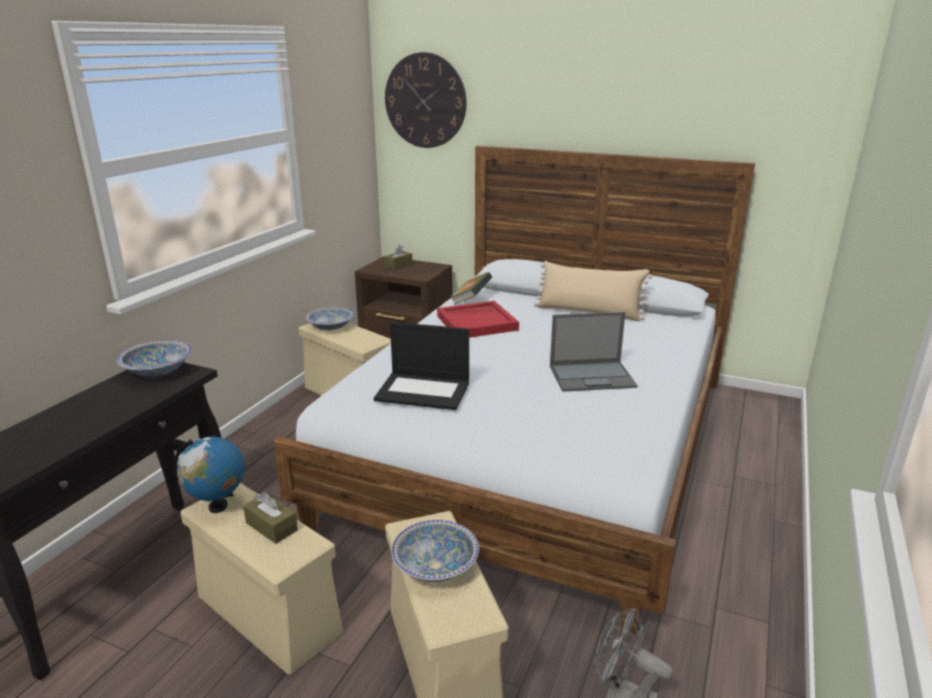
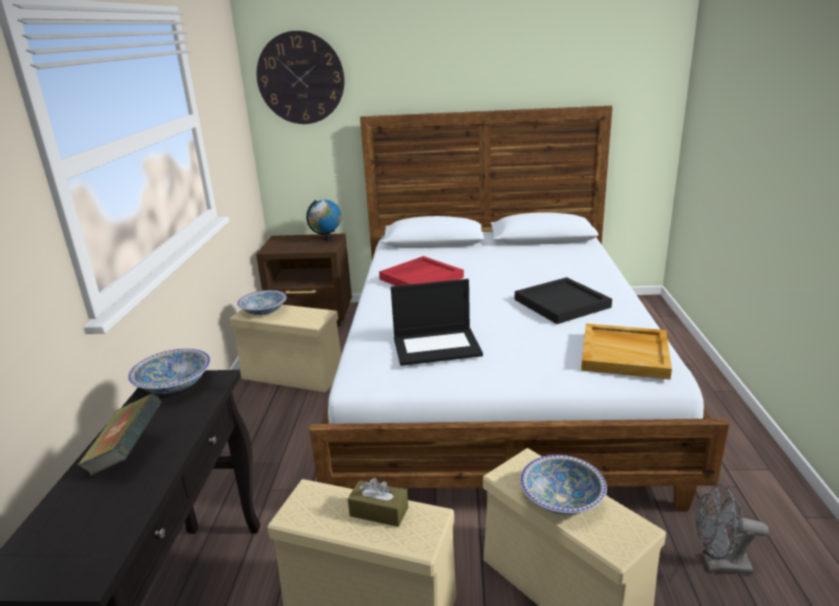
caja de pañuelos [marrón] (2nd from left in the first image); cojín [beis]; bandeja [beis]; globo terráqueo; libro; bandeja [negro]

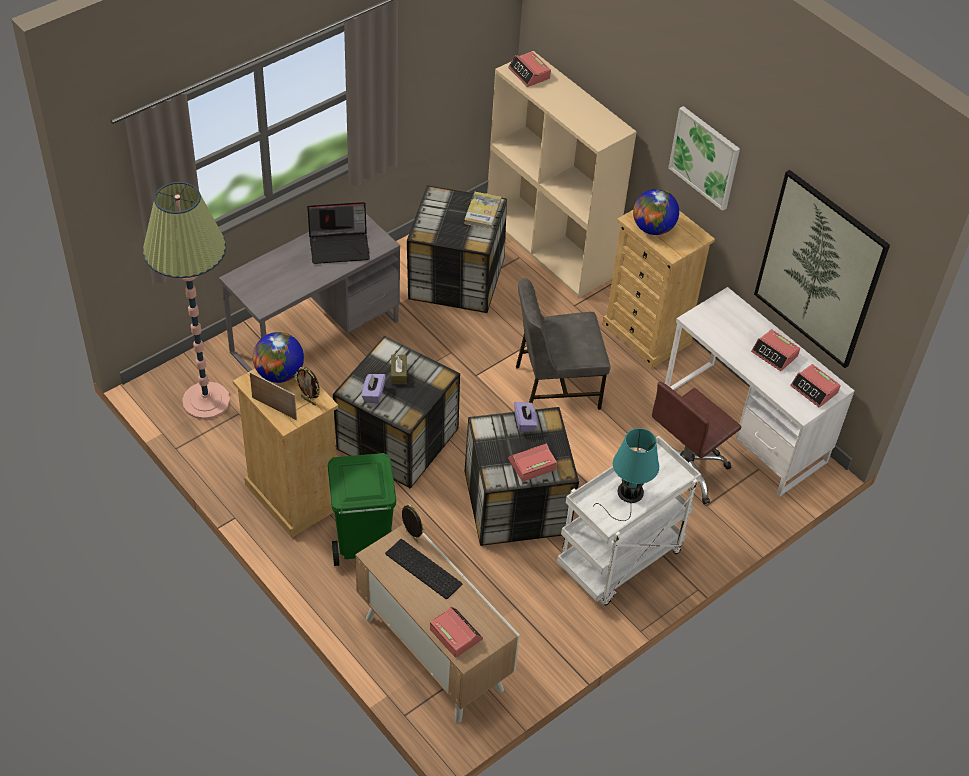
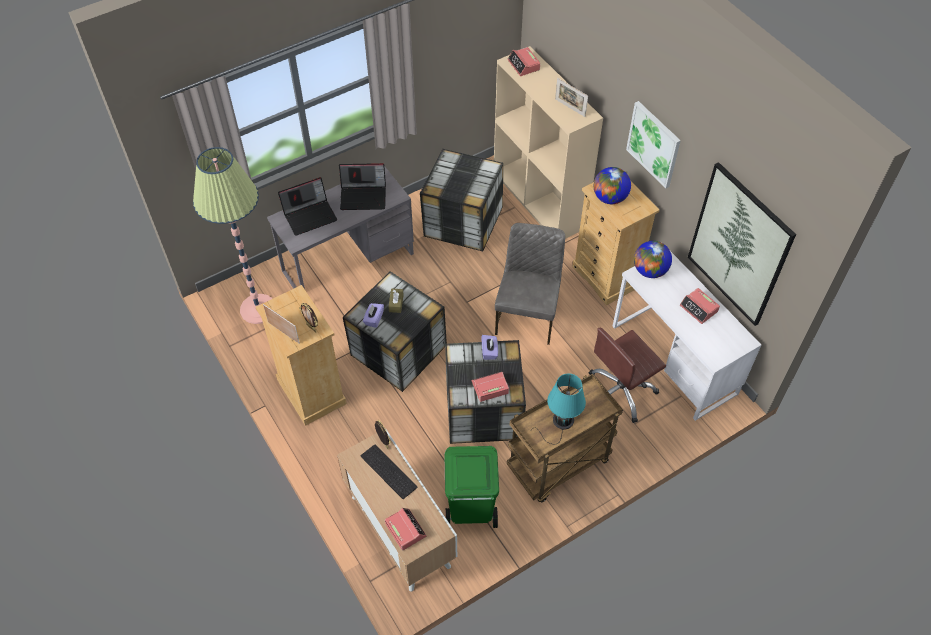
libro; despertador (5th from left in the first image); portátil (1st from left); portarretratos (4th from left); globo terráqueo (2nd from left); papelera [verde]; carrito [marrón]; silla [gris]

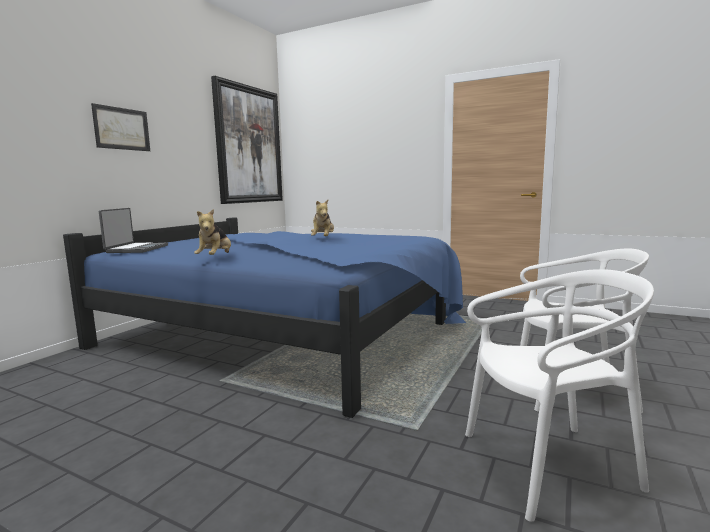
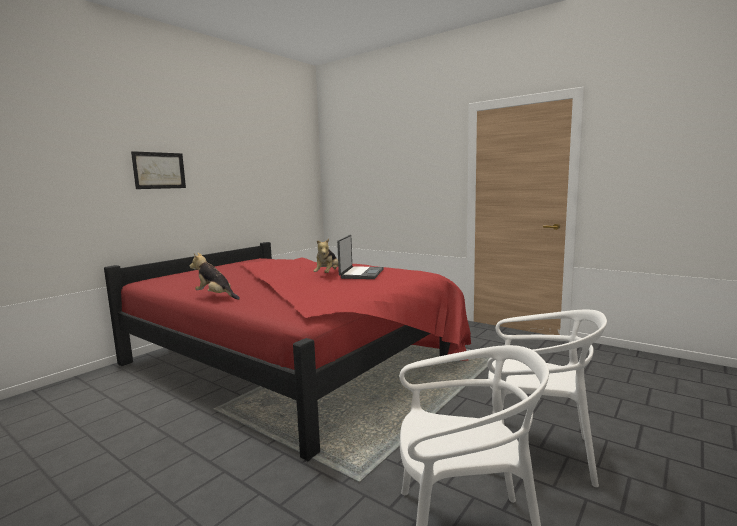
cuadro (2nd from left in the first image); portátil; cama [rojo]; peluche (1st from left)

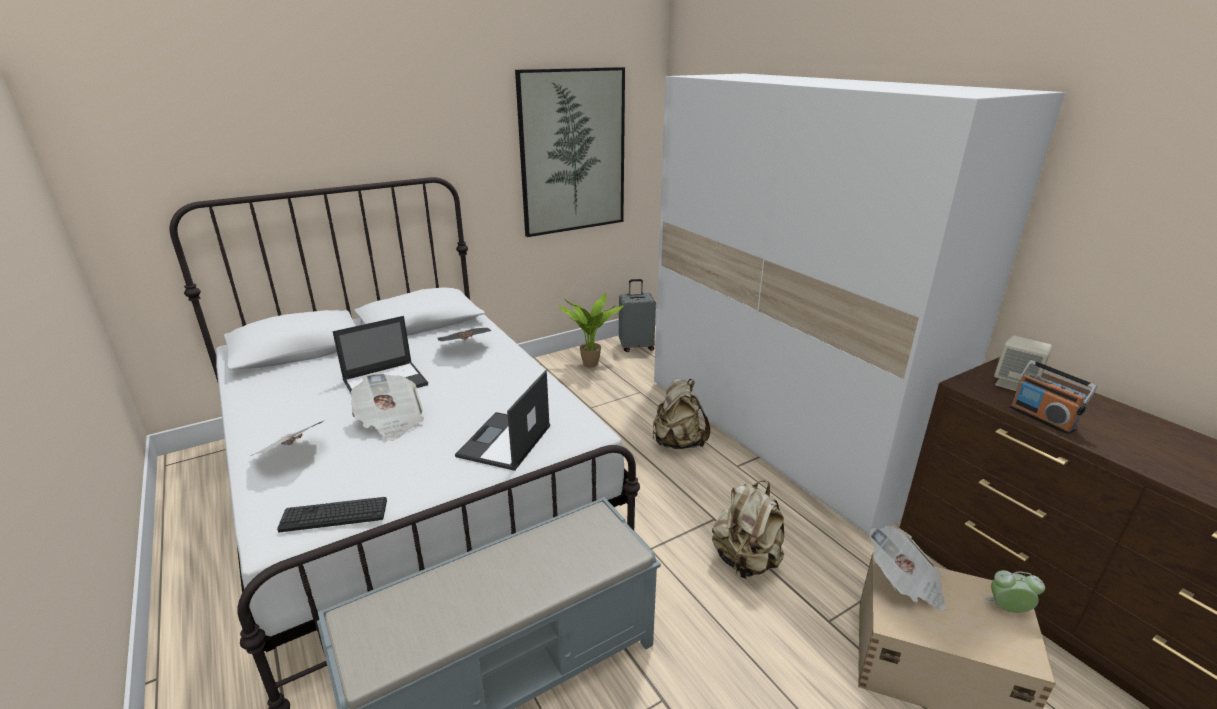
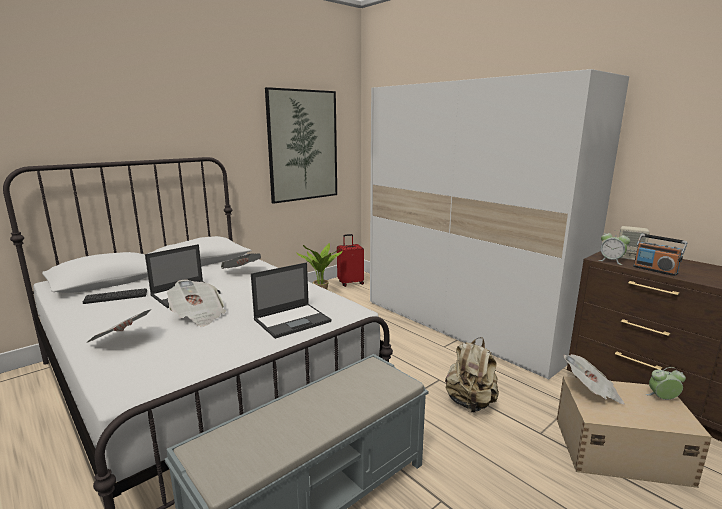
mochila [beis] (1st from left in the first image); despertador (1st from left); teclado; maleta [rojo]; portátil (2nd from left)

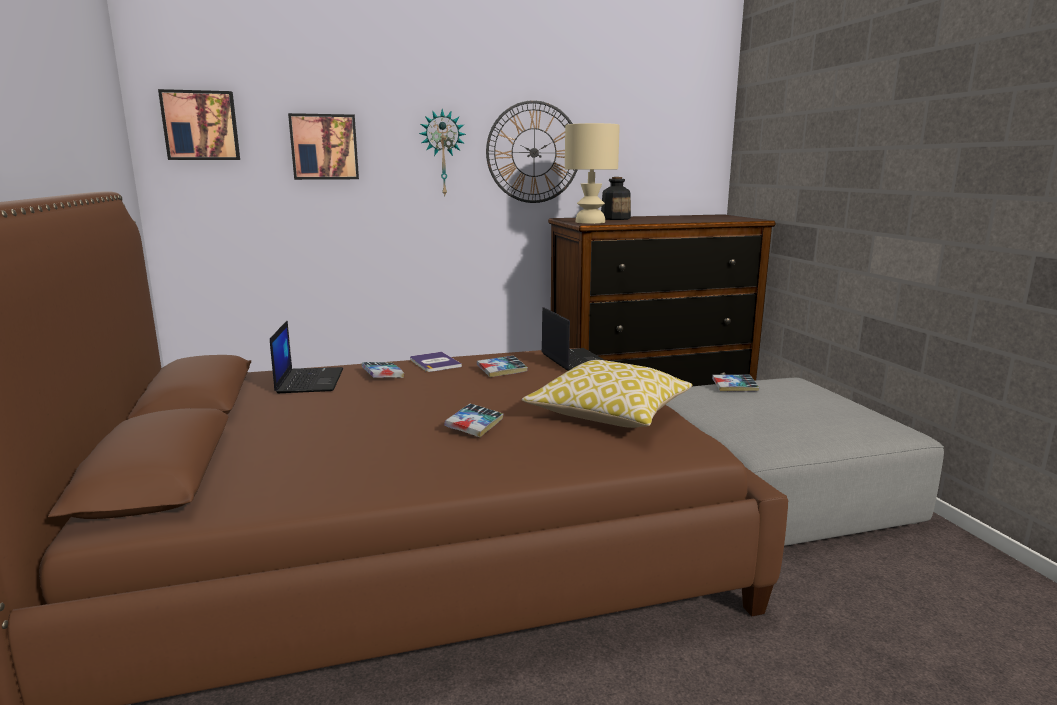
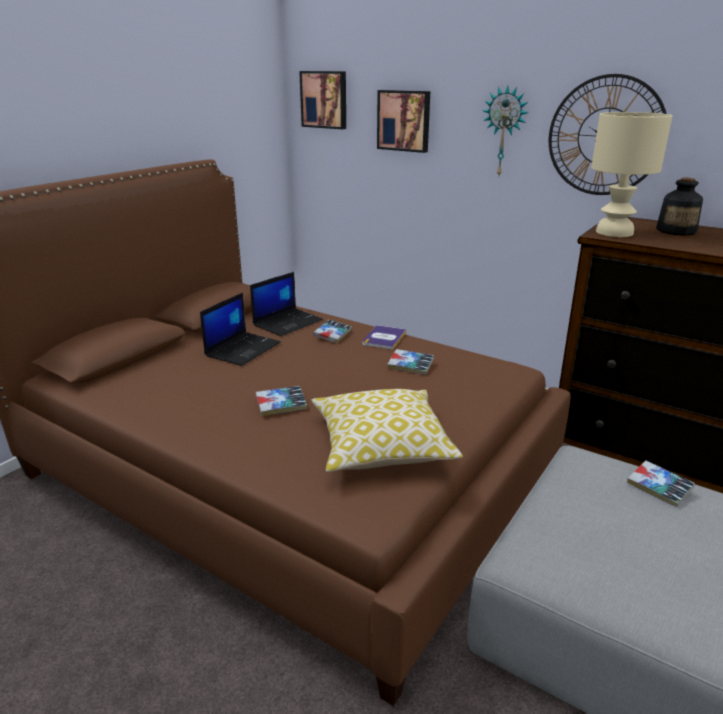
portátil (1st from left)

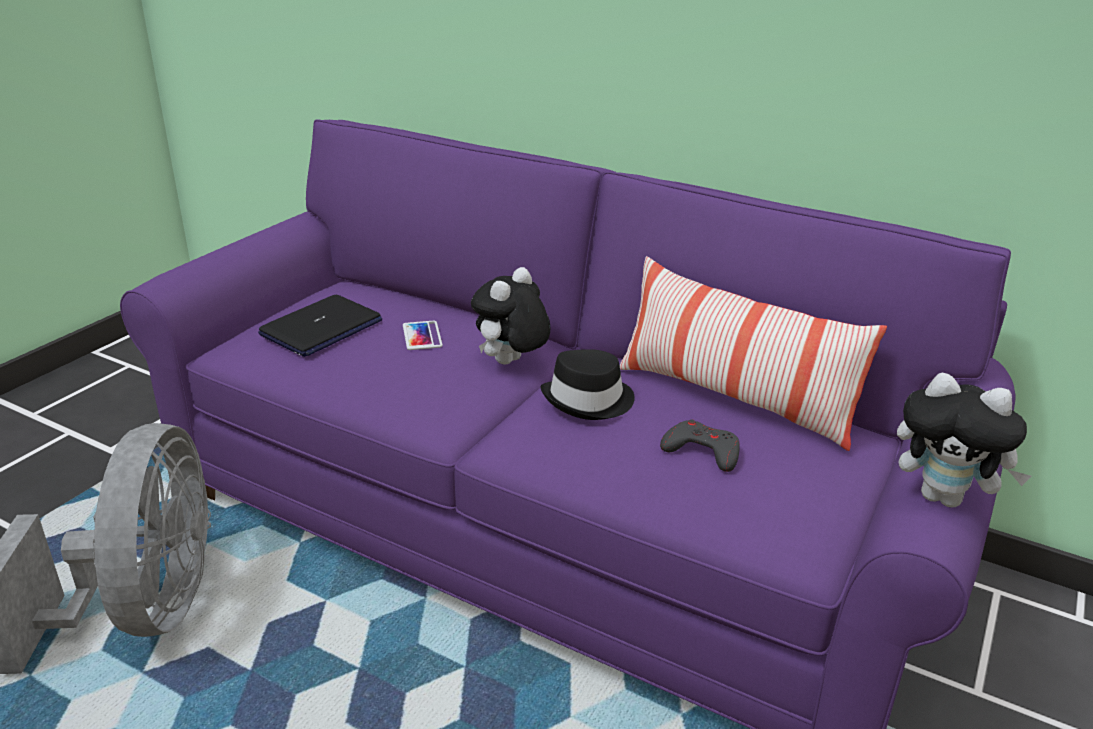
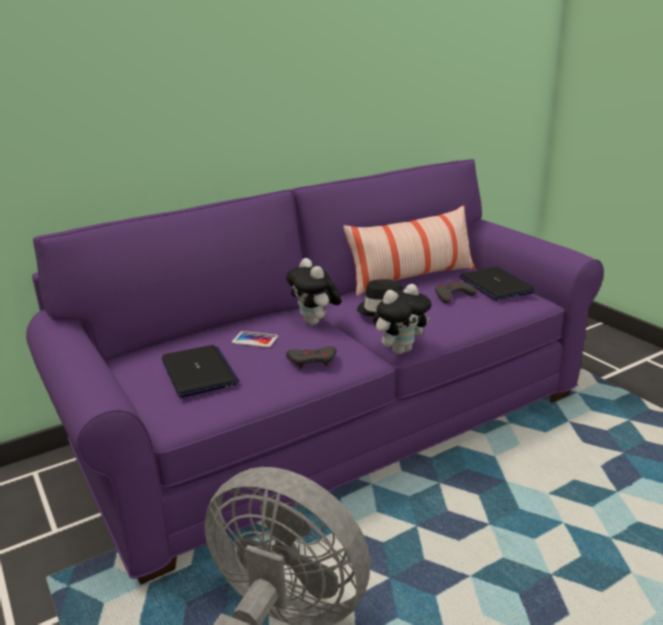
mando de consola [gris] (1st from left); portátil (2nd from left); peluche (2nd from left)

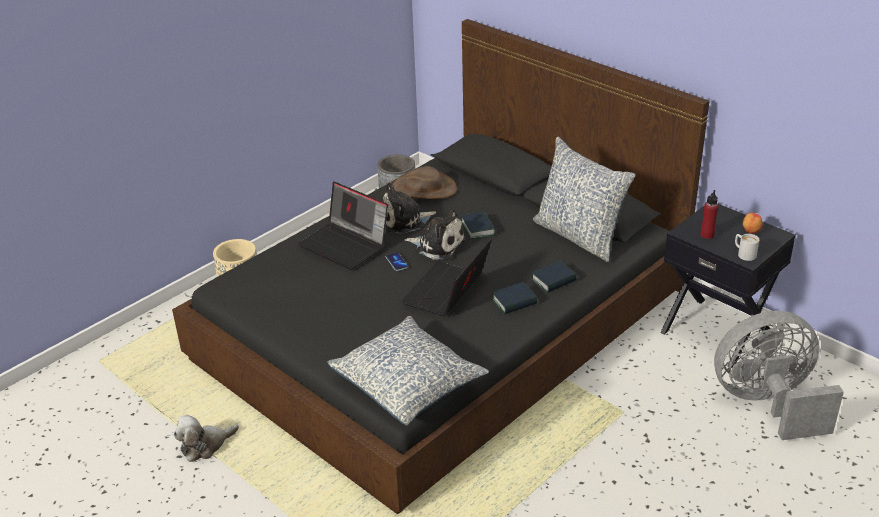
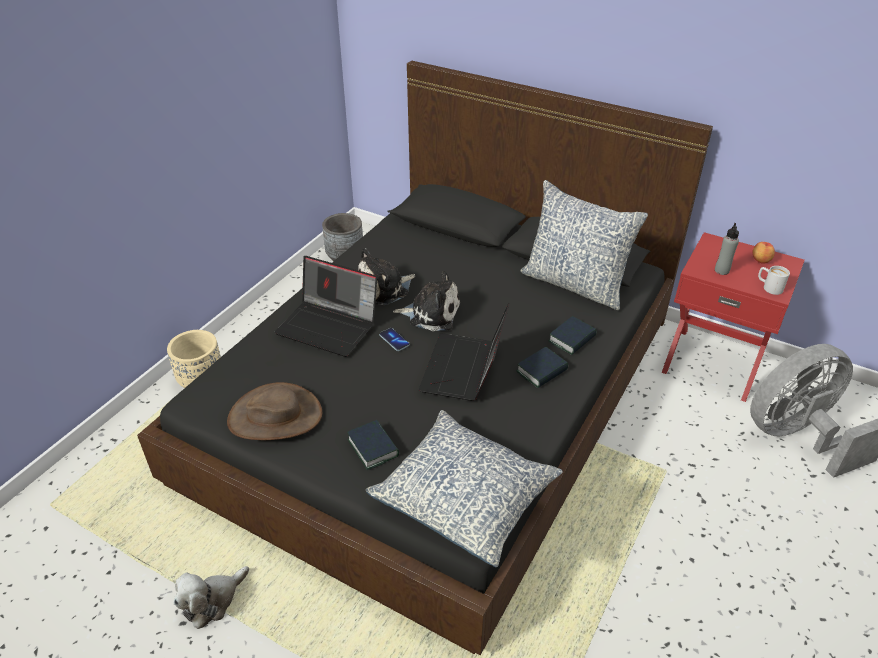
sombrero [marrón]; libro (1st from left); mesita de noche [rojo]; botella [gris]

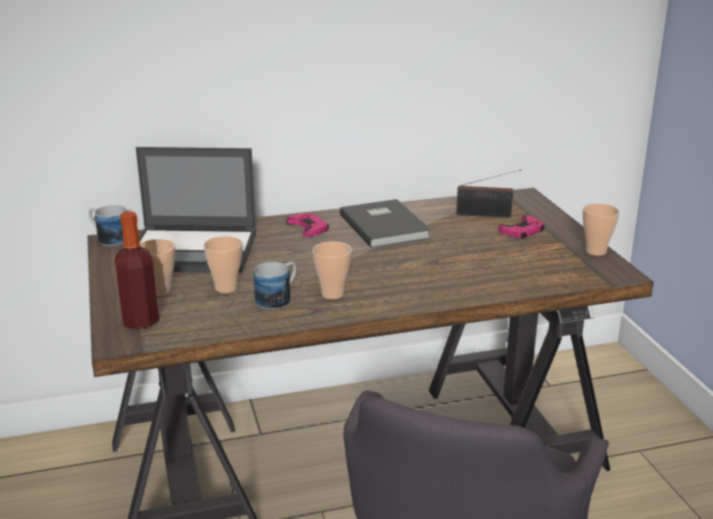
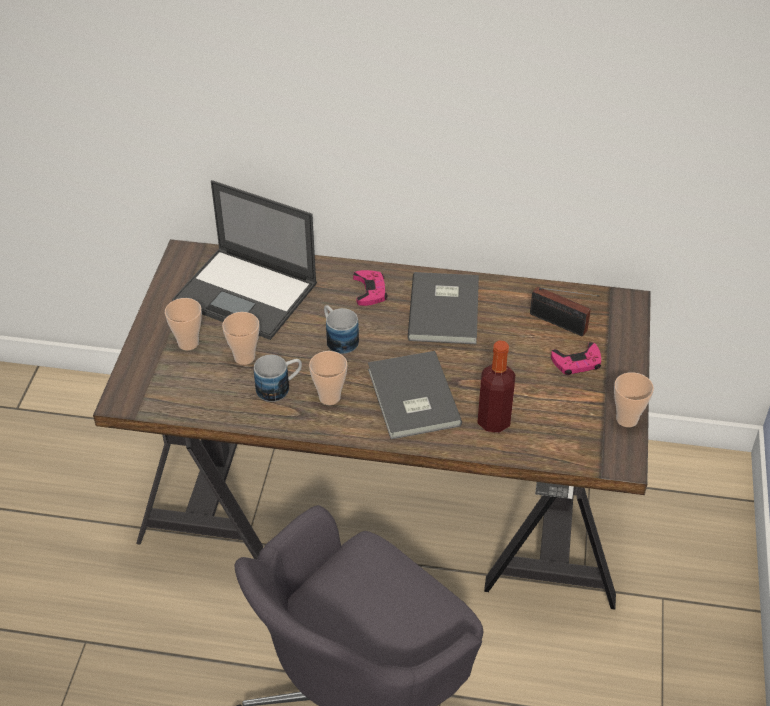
libro [gris] (1st from left); taza grande (2nd from left); botella

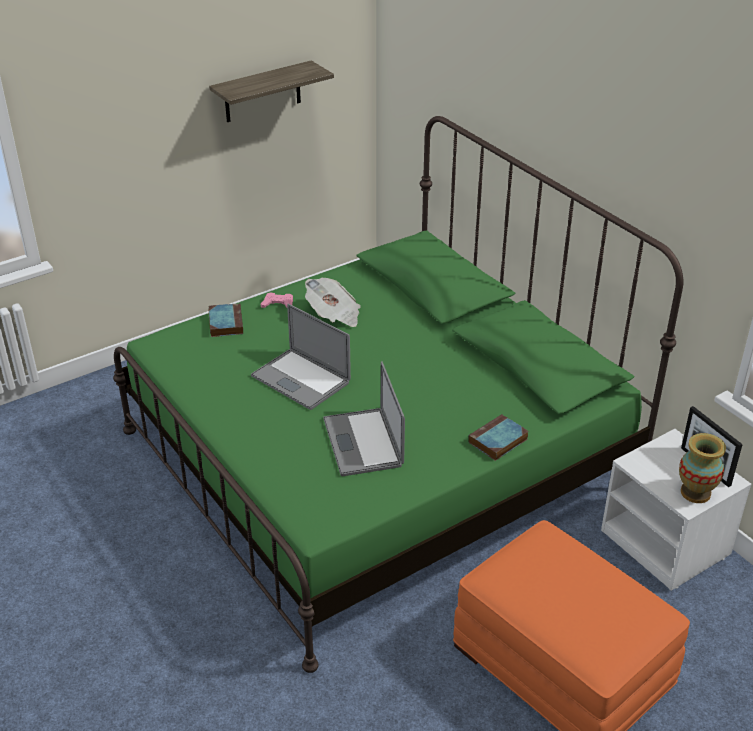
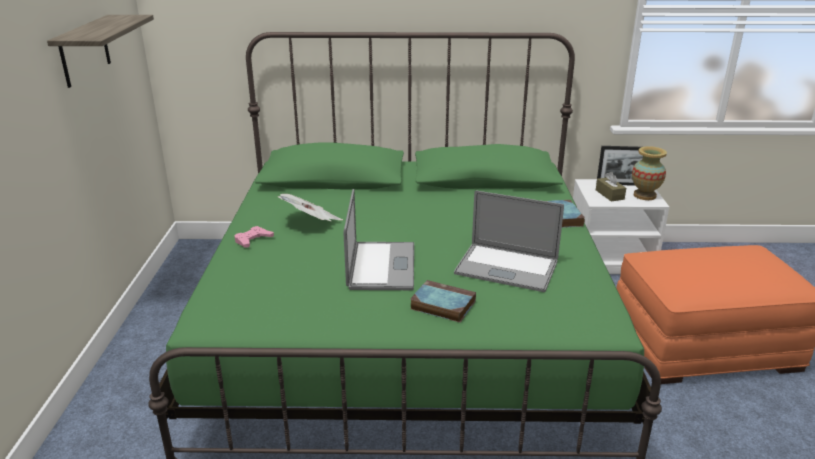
caja de pañuelos [marrón]; libro (1st from left); portátil (1st from left)

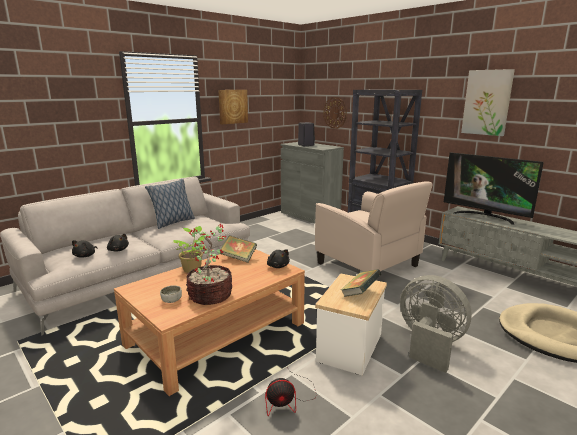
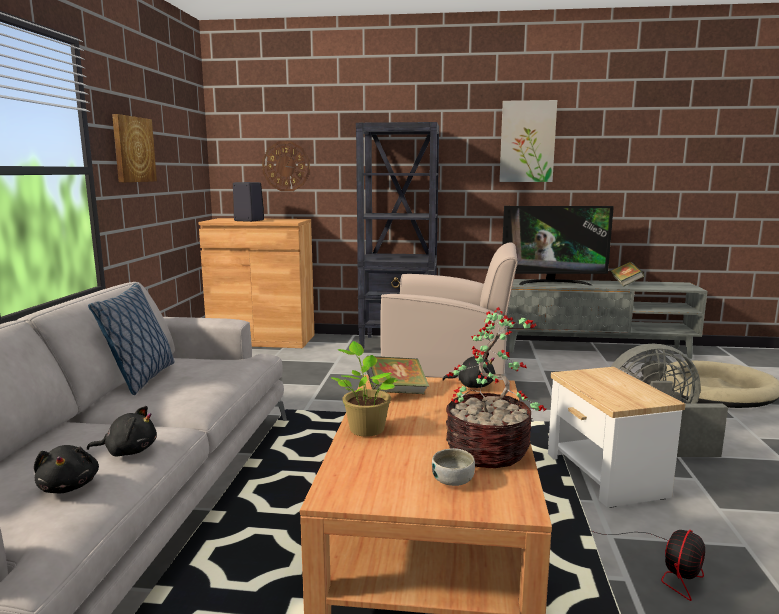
libro (2nd from left); armario [marrón]

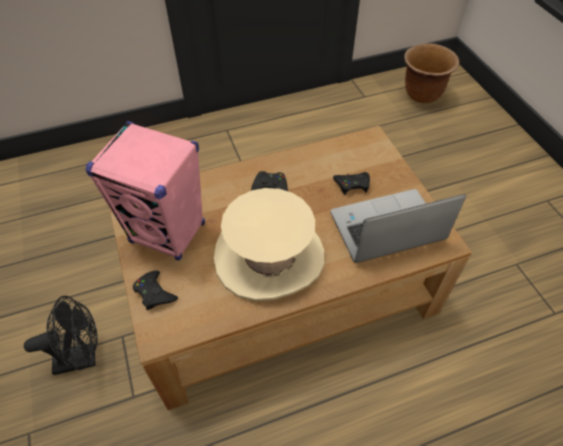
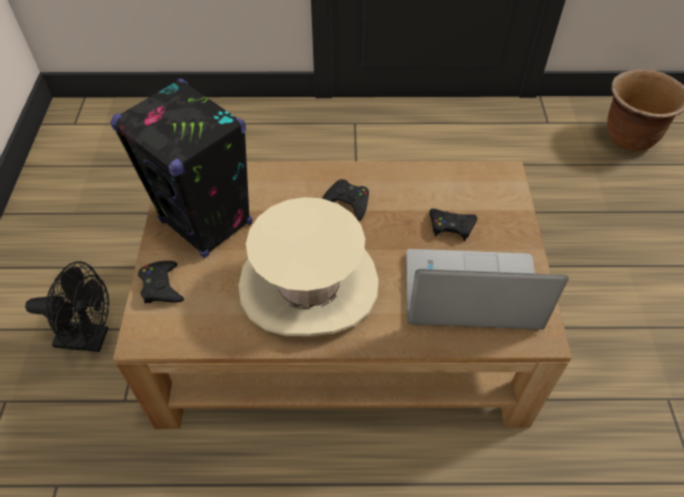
altavoz [negro]

